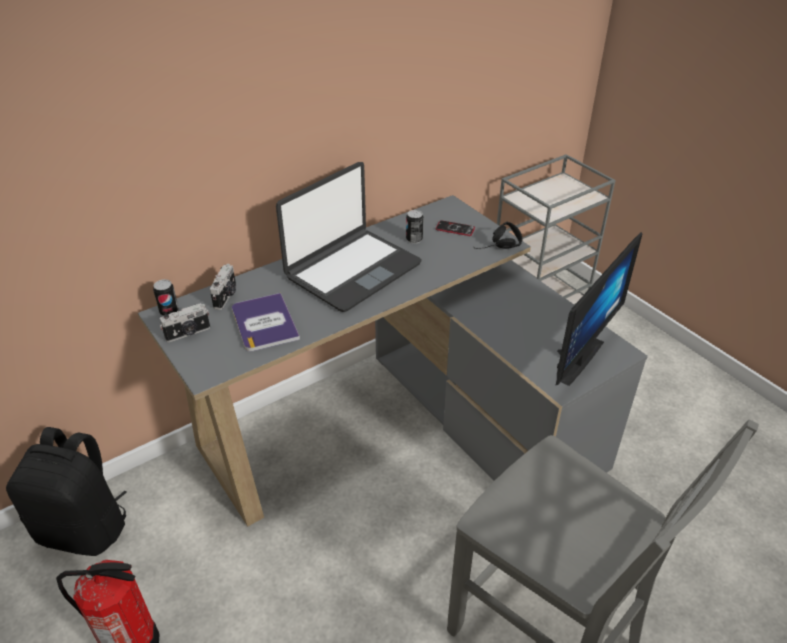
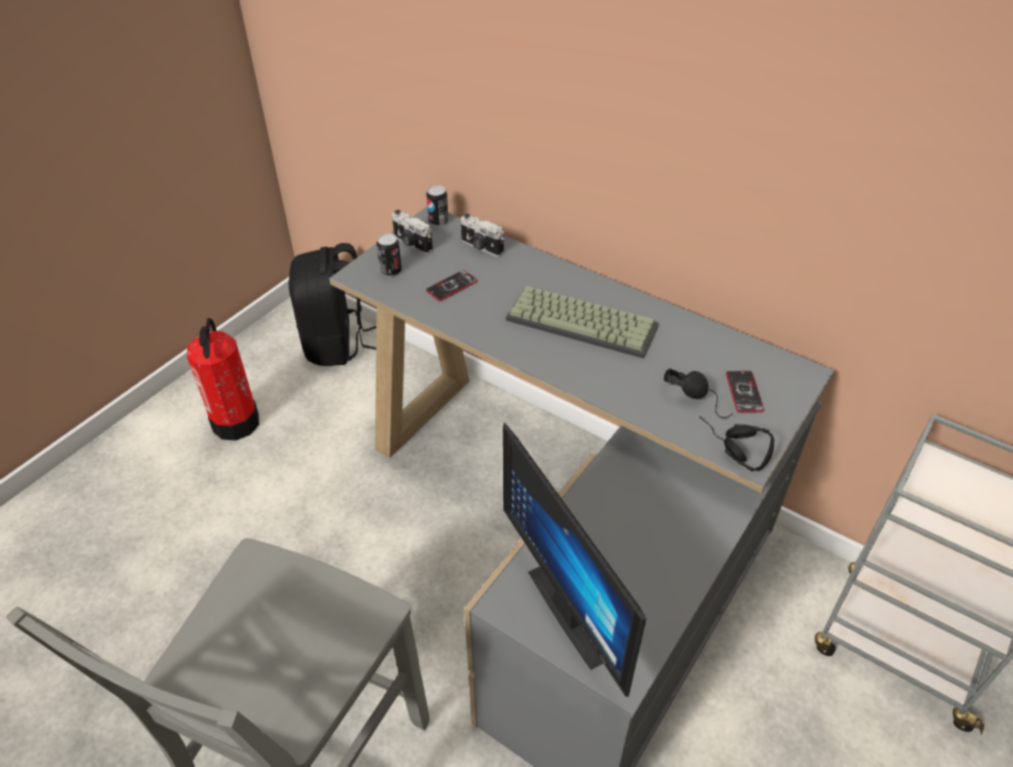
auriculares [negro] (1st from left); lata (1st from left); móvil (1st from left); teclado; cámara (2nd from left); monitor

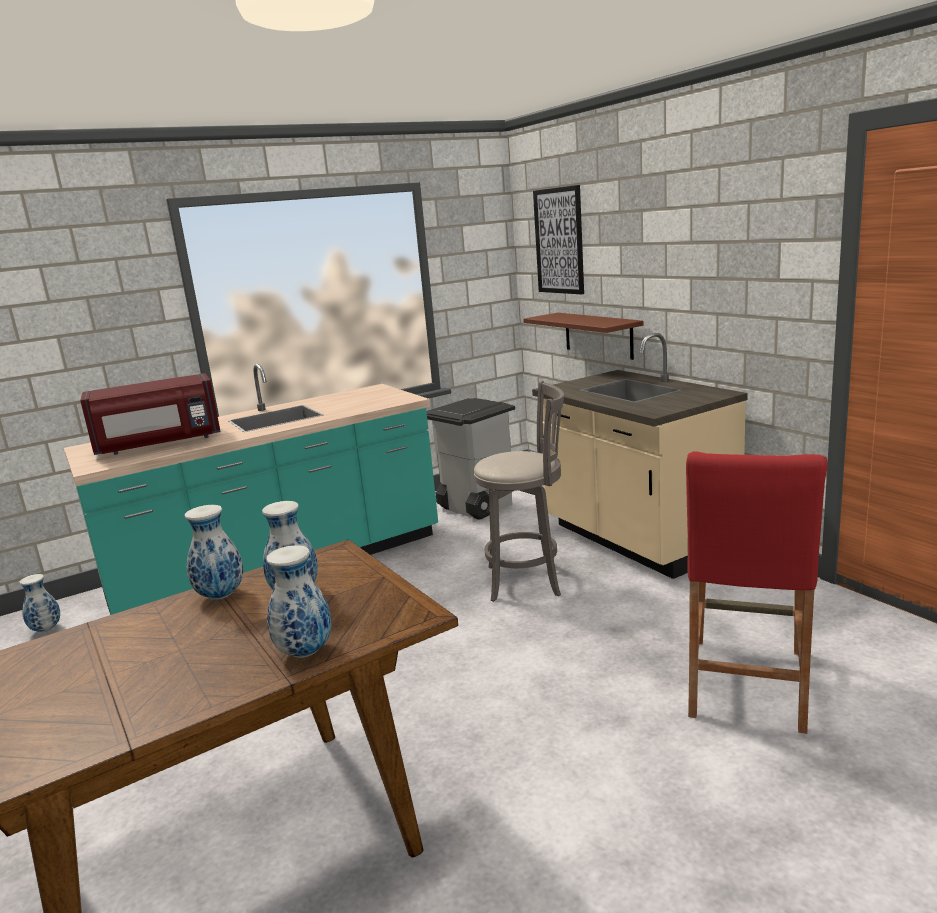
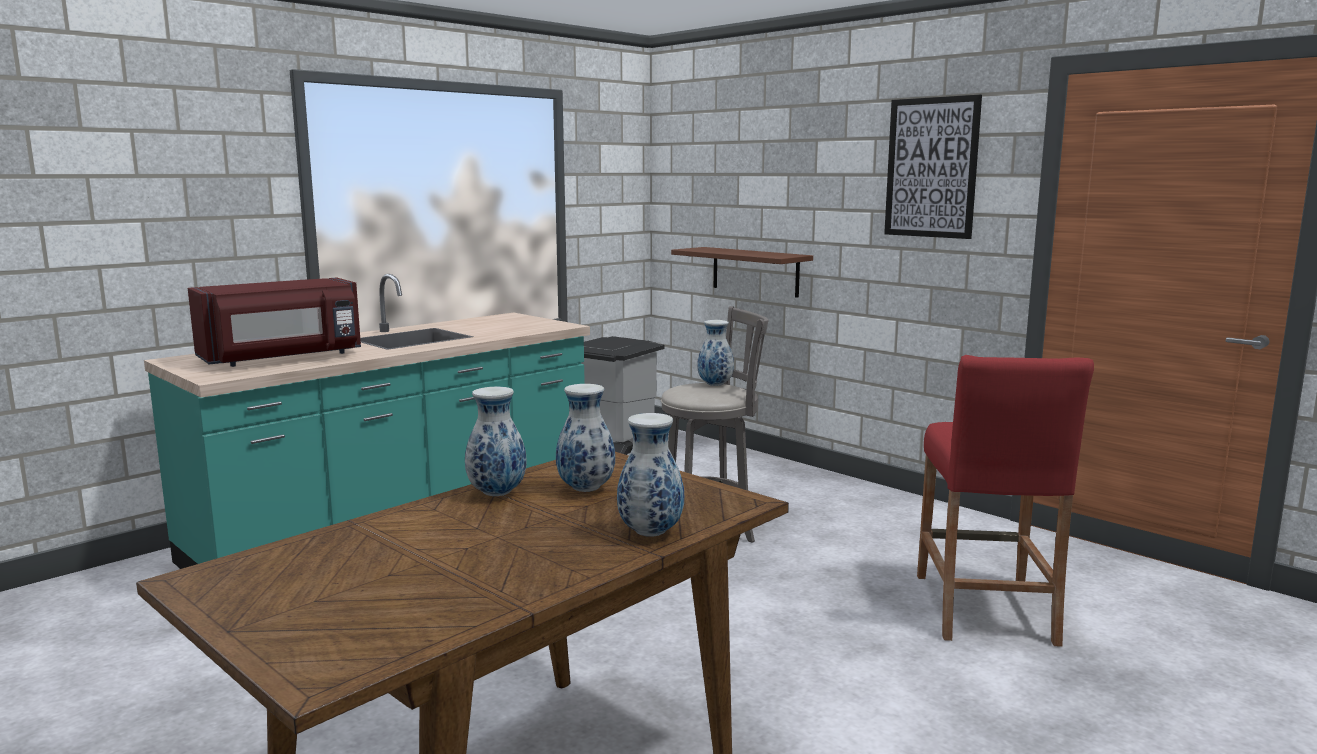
mueble bajo de cocina [beis]; florero (4th from left); cuadro

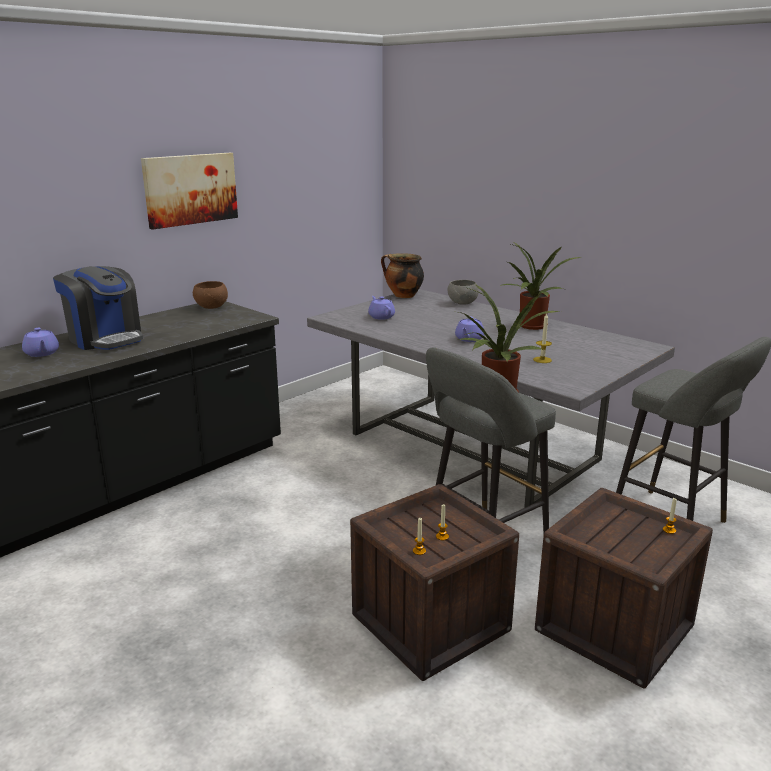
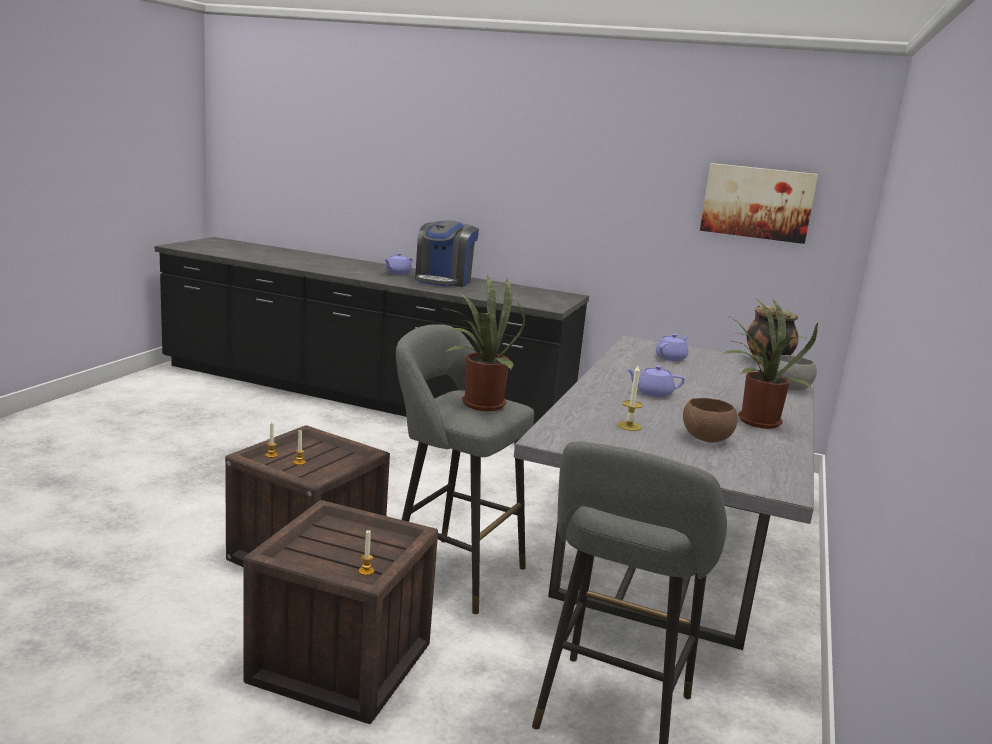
cuadro; cuenco [marrón]

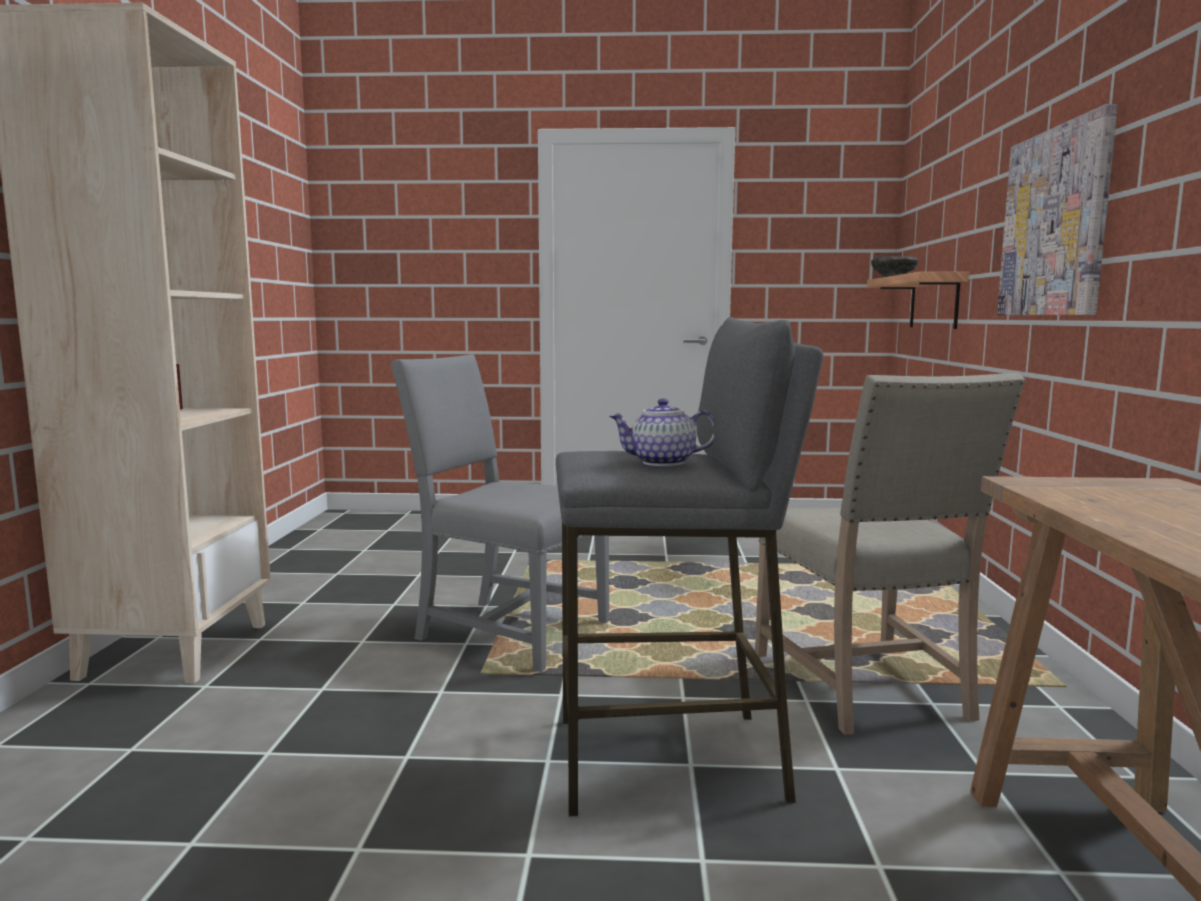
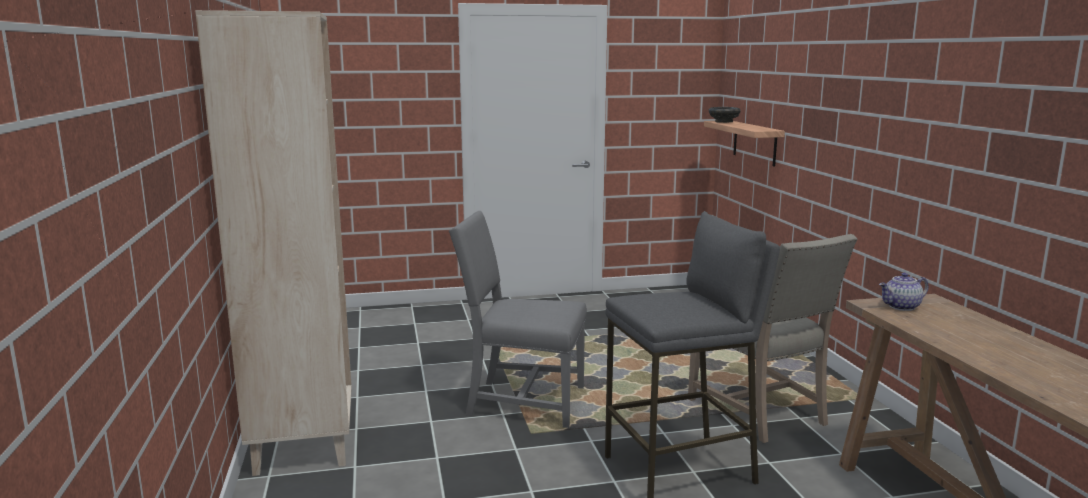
cuadro; tetera

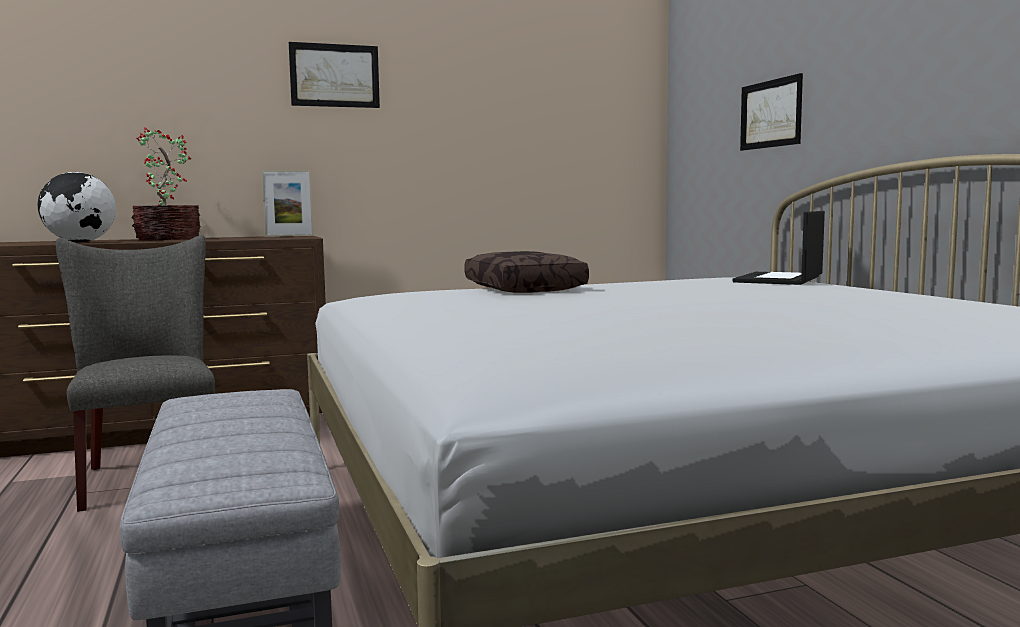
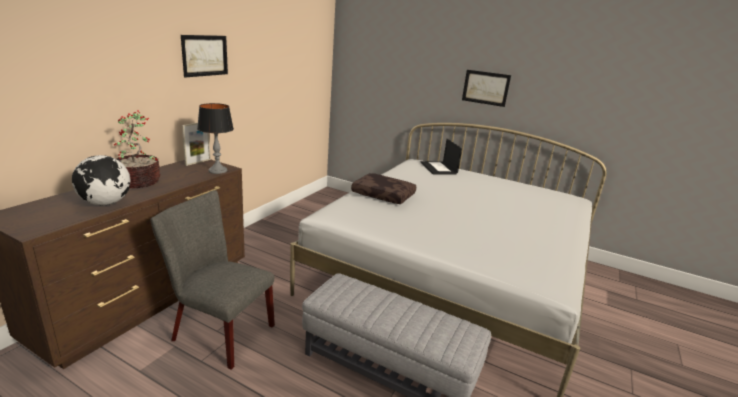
lámpara de mesa; cuadro (2nd from left)

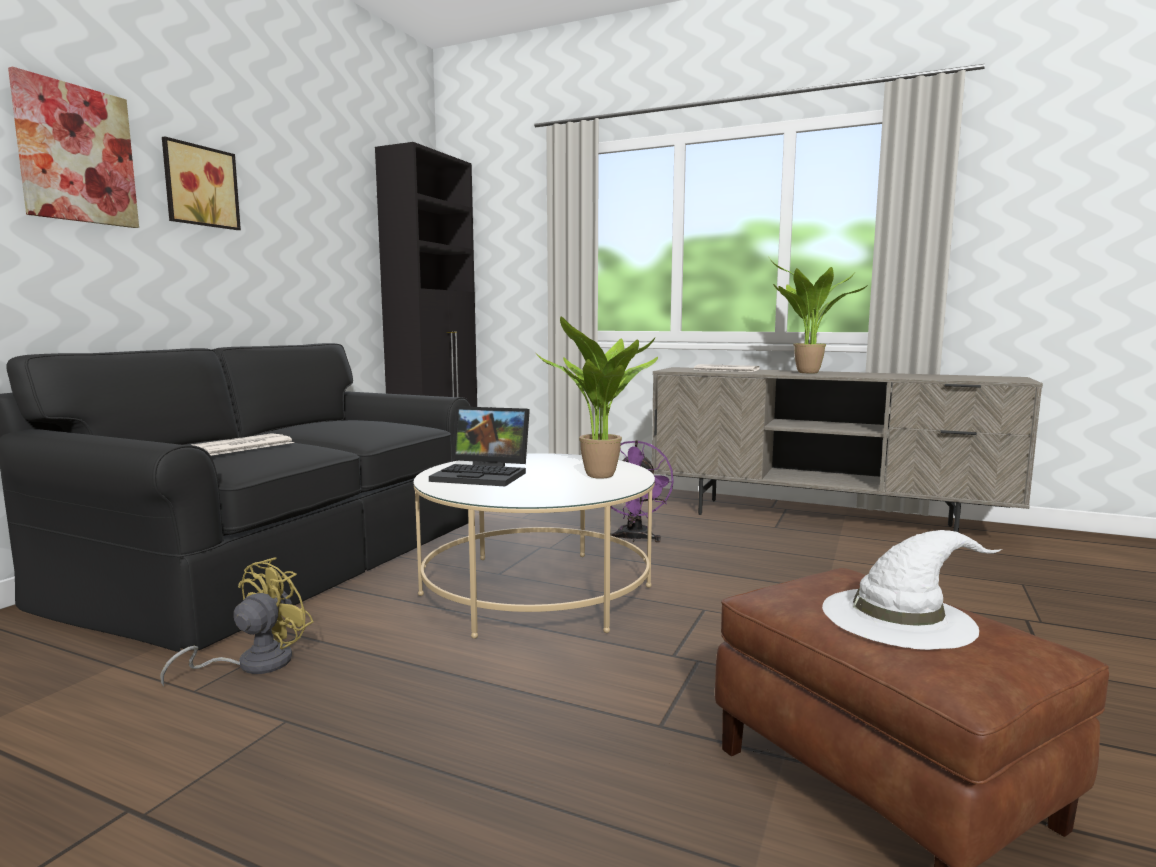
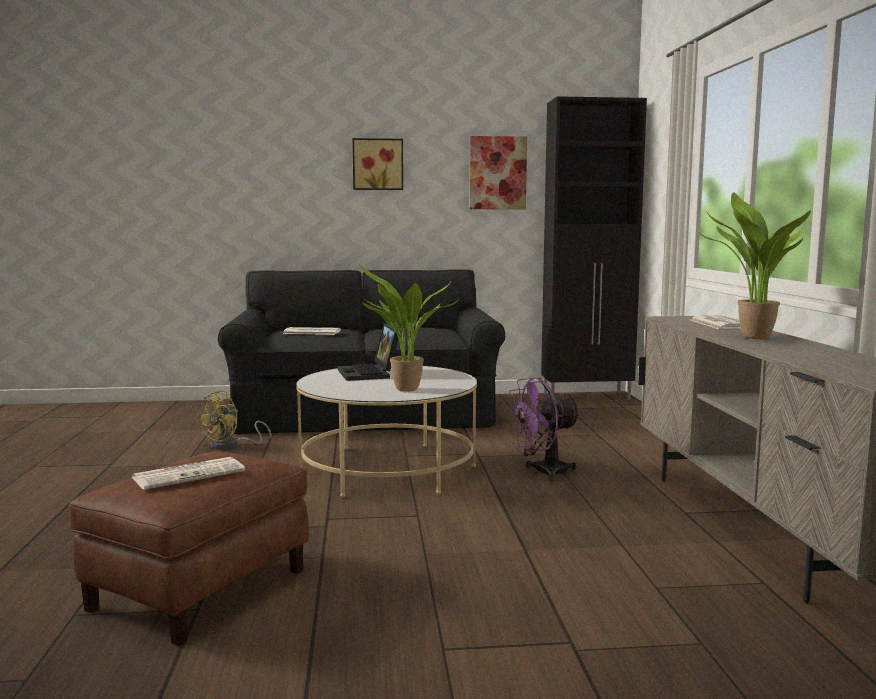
cuadro (2nd from left); periódico (1st from left); ventilador [amarillo]

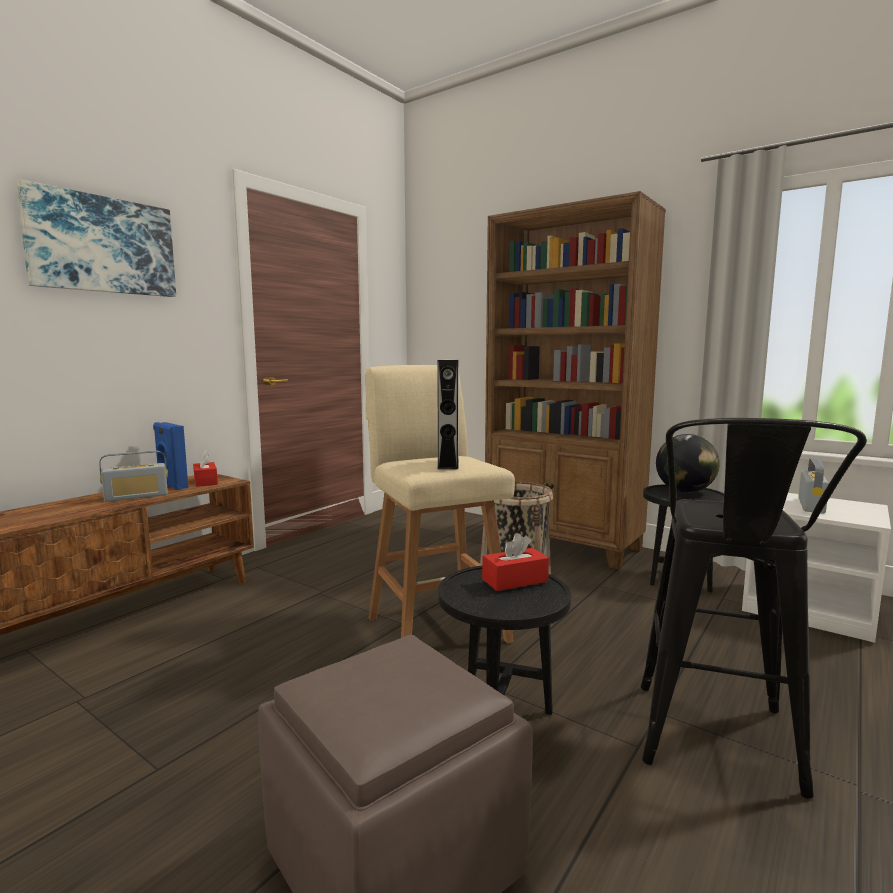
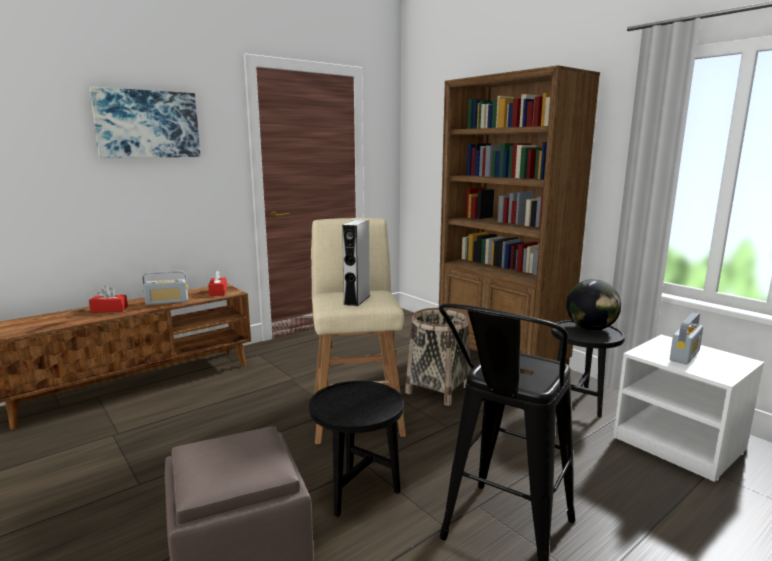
altavoz [azul]; caja de pañuelos [rojo] (1st from left)

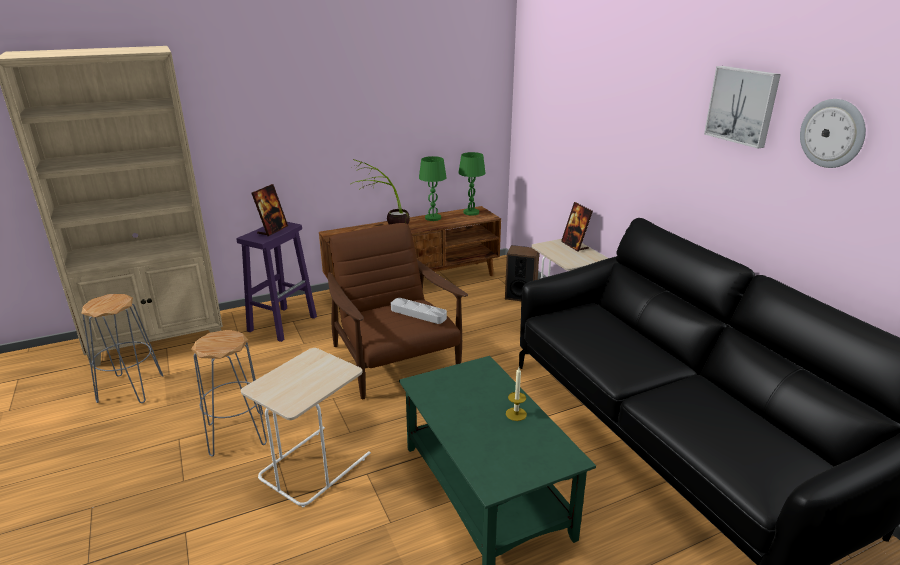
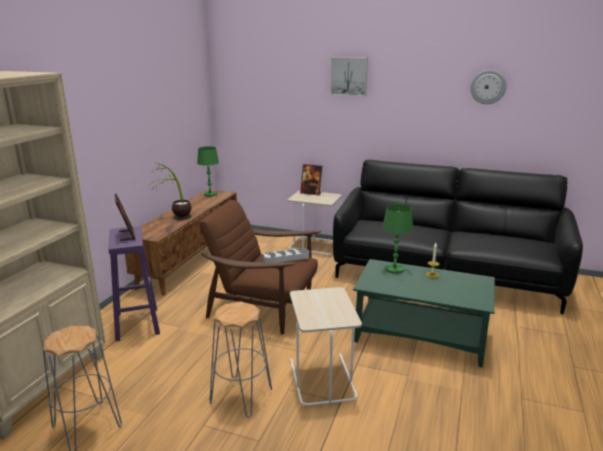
altavoz; lámpara de mesa [verde] (2nd from left); cuadro

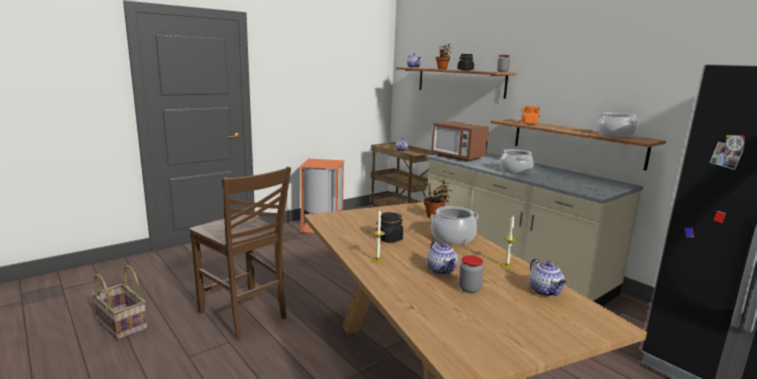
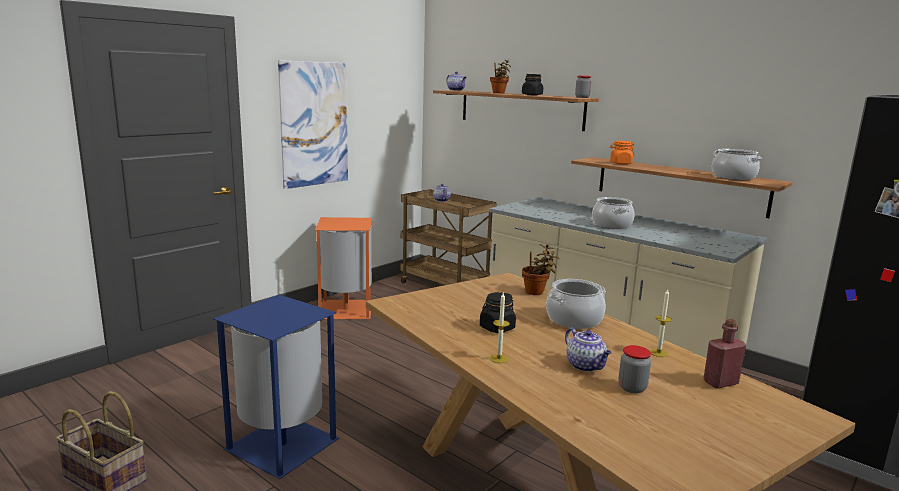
microondas; cuadro; papelera [azul]; botella [rojo]

